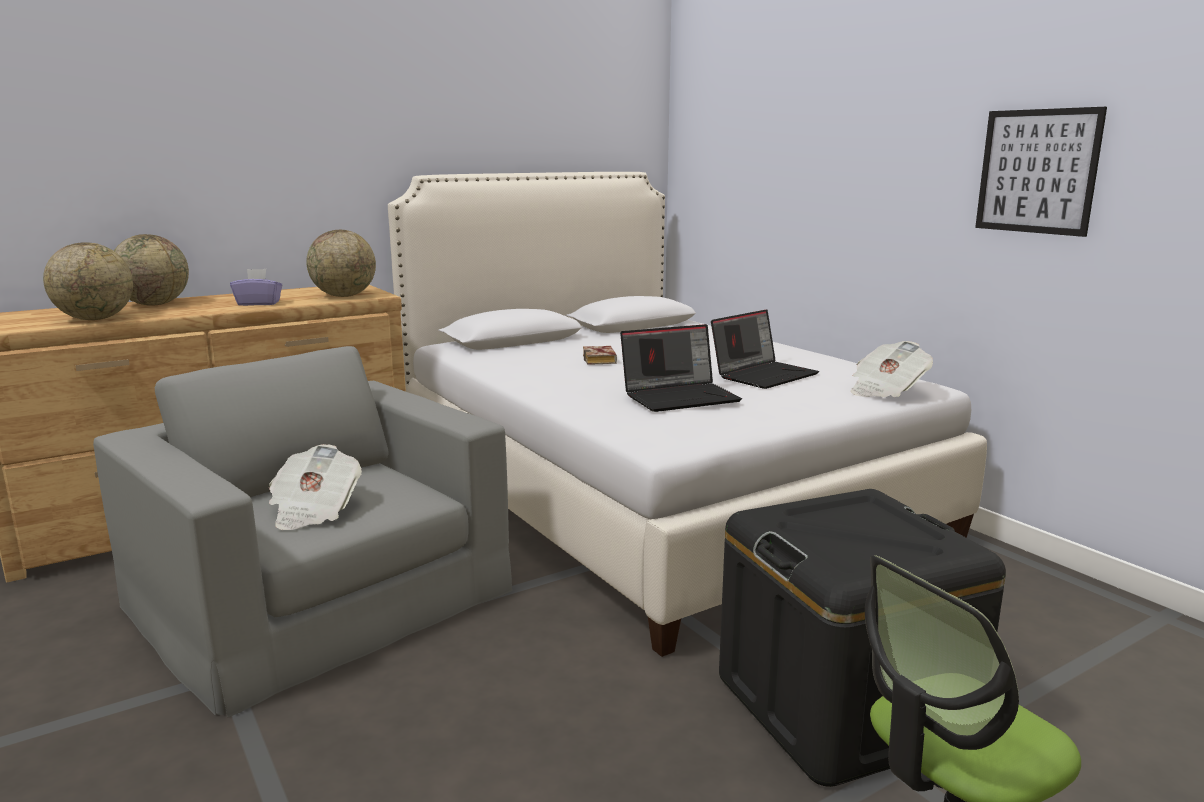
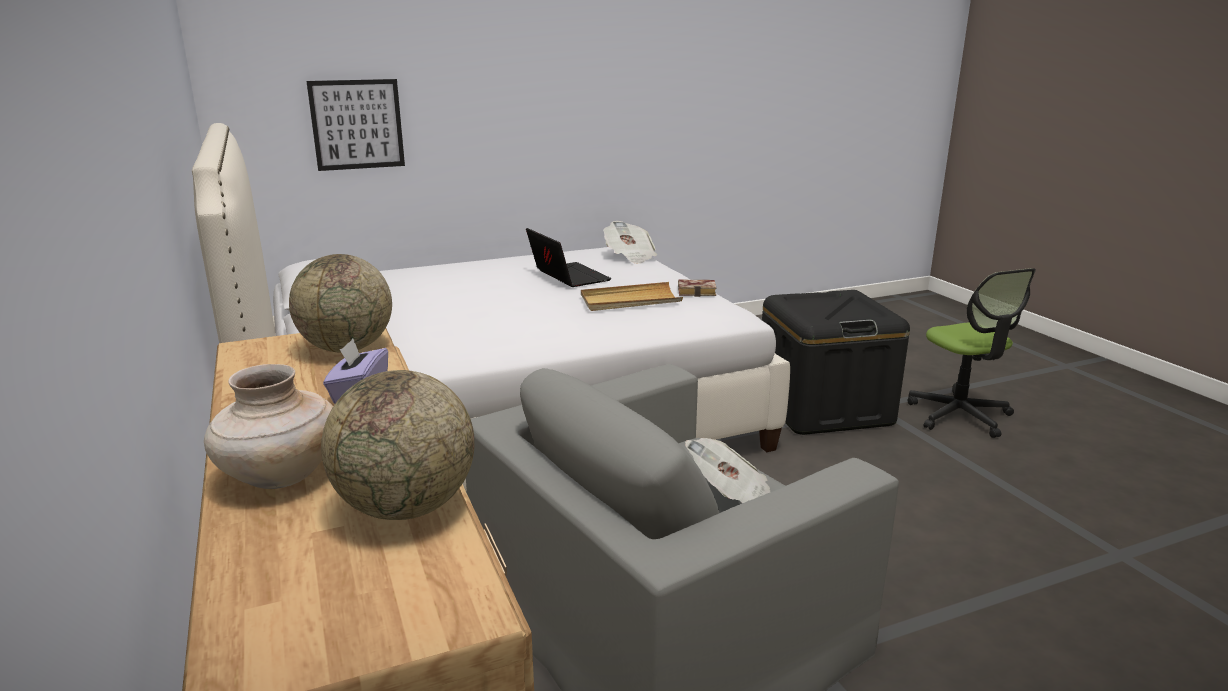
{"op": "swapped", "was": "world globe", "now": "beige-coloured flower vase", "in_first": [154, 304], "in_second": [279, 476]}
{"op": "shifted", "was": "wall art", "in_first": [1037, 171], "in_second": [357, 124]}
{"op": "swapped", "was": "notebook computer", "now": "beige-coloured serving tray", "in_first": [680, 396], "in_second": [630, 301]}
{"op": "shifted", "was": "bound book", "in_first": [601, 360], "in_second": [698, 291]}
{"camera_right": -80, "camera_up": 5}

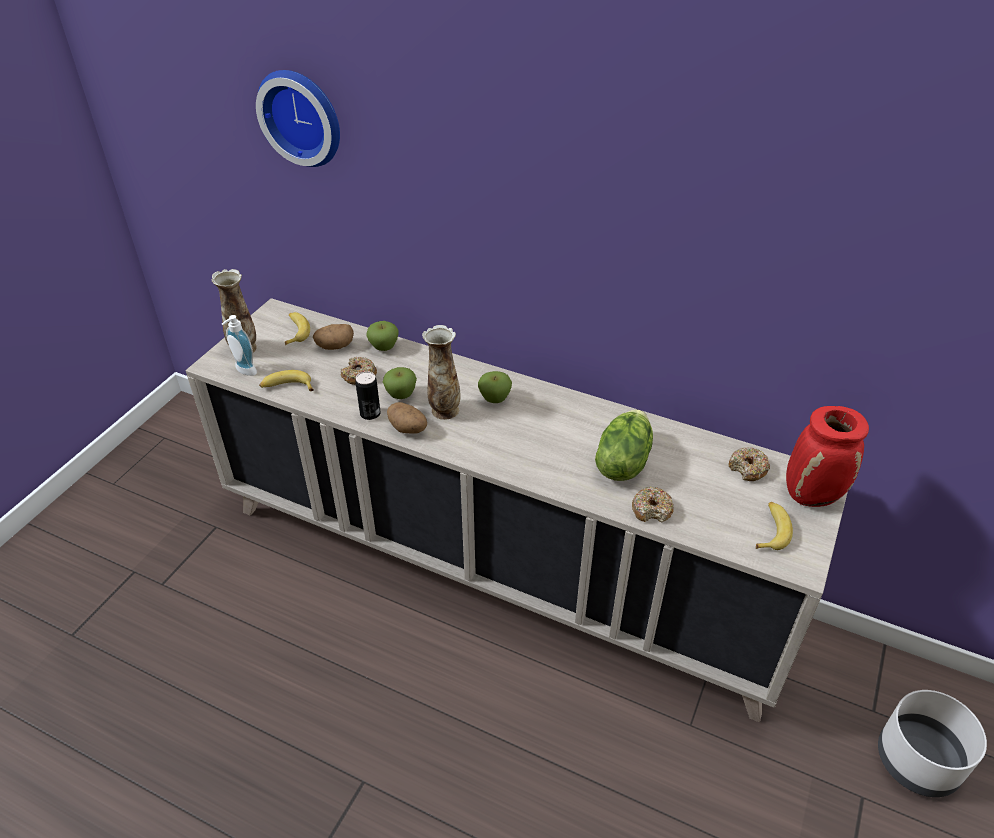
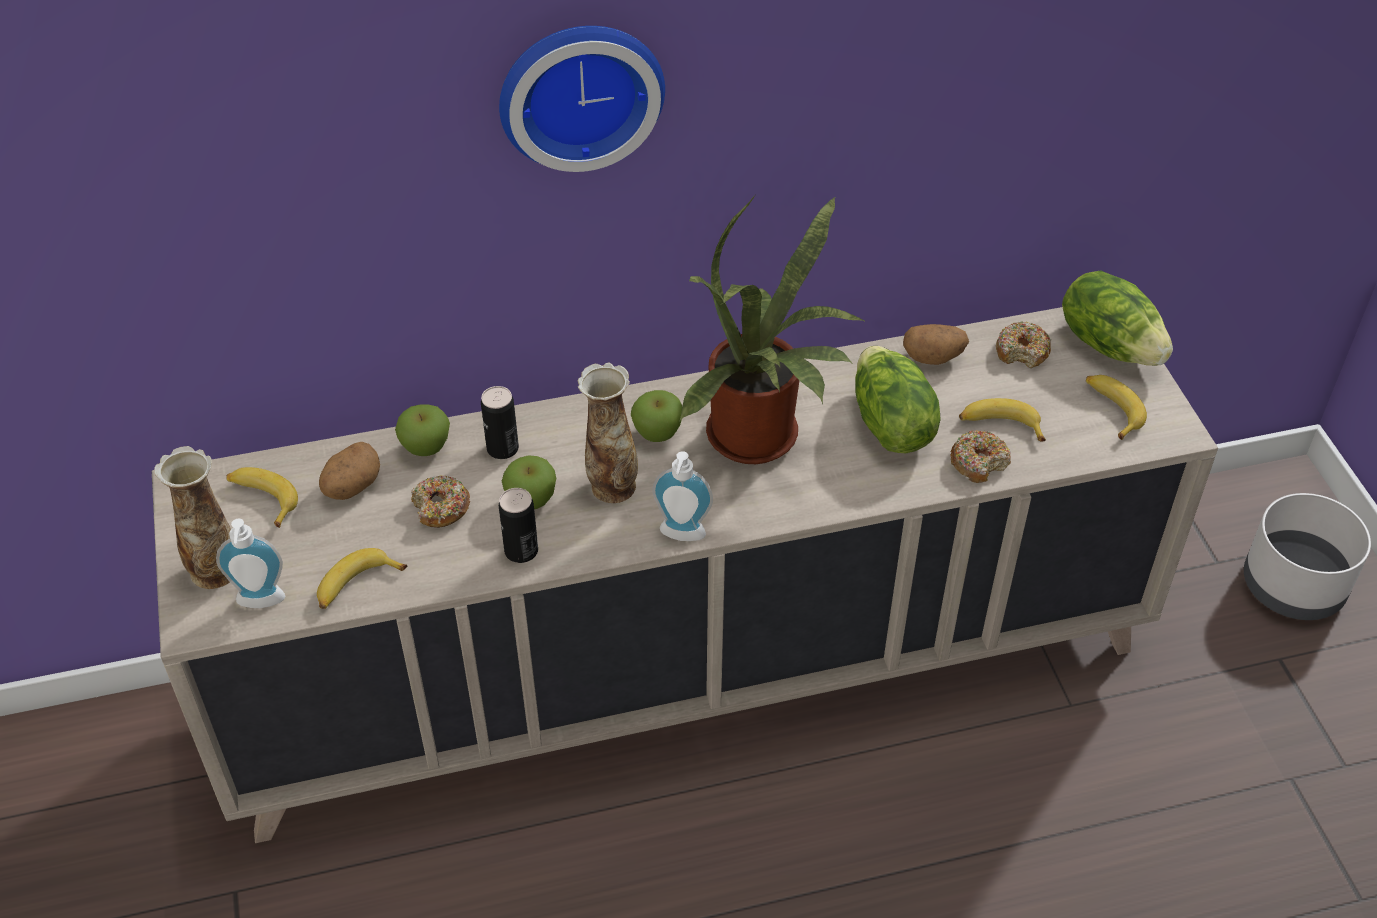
{"op": "new", "now": "sealed can", "in_second": [502, 448]}
{"op": "shifted", "was": "clock on the wall", "in_first": [303, 116], "in_second": [579, 91]}
{"op": "new", "now": "soap dispenser", "in_second": [681, 536]}
{"op": "new", "now": "potted plant", "in_second": [760, 440]}
{"op": "shifted", "was": "whole potato", "in_first": [408, 429], "in_second": [933, 357]}
{"op": "new", "now": "banana fruit", "in_second": [1000, 425]}
{"op": "swapped", "was": "red-coloured flower vase", "now": "head of lettuce", "in_first": [812, 495], "in_second": [1110, 344]}
{"camera_right": -40, "camera_up": 5}

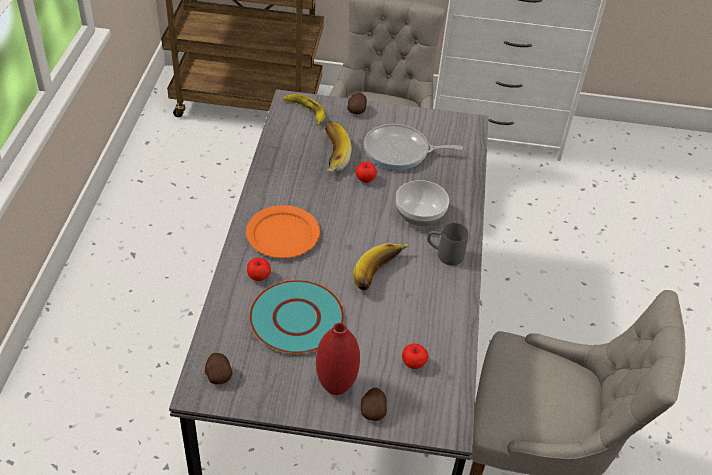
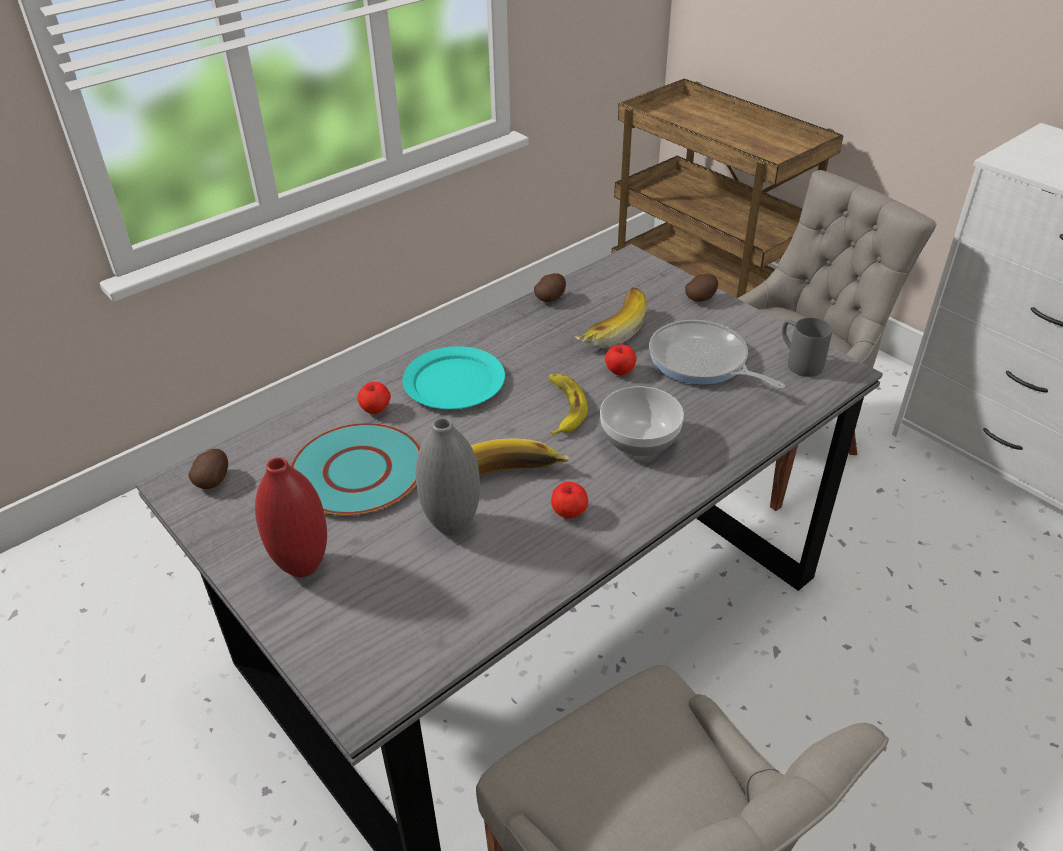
{"op": "repainted", "was": "orangey dinner plate", "now": "turquoise dinner plate", "in_first": [282, 235], "in_second": [453, 382]}
{"op": "new", "now": "gray flower vase", "in_second": [452, 525]}
{"op": "shifted", "was": "whole potato", "in_first": [373, 410], "in_second": [551, 298]}
{"op": "shifted", "was": "banana fruit", "in_first": [305, 111], "in_second": [563, 407]}
{"op": "shifted", "was": "apple fruit", "in_first": [413, 363], "in_second": [569, 512]}
{"op": "shifted", "was": "gray tea mug", "in_first": [444, 255], "in_second": [798, 362]}
{"camera_right": 45, "camera_up": -5}

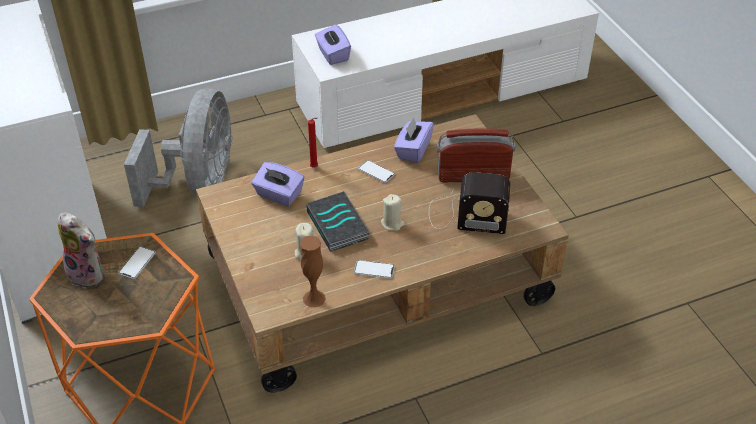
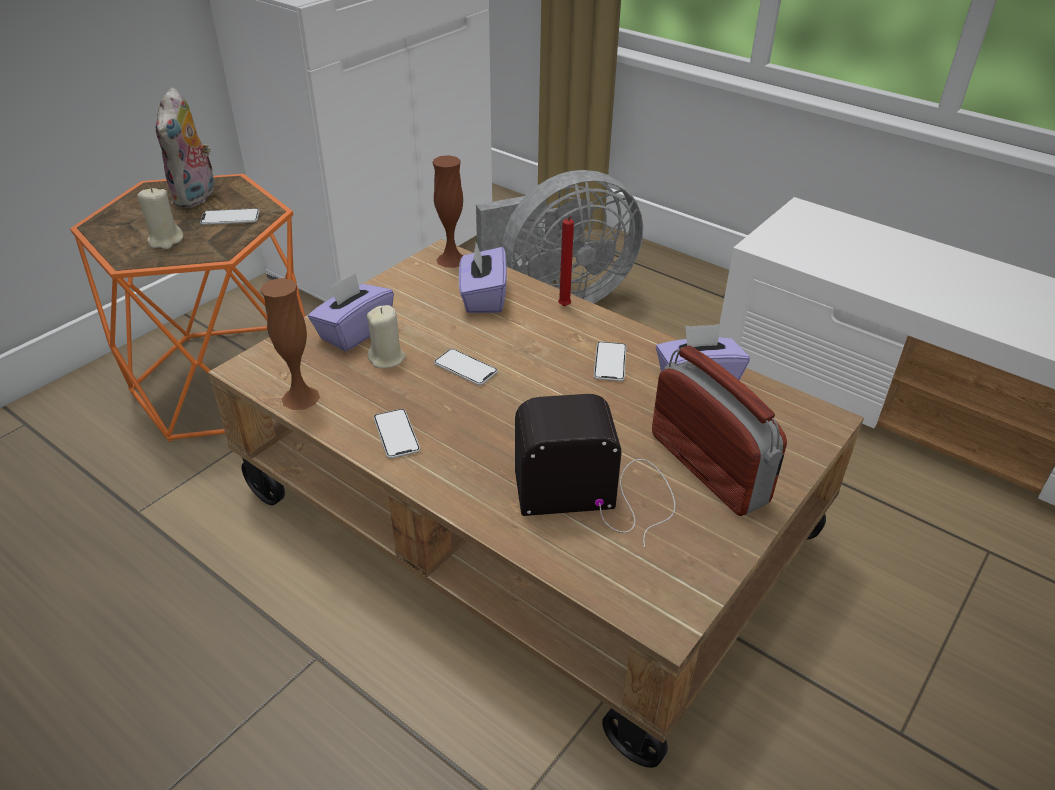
{"op": "shifted", "was": "beige-coloured candle", "in_first": [392, 223], "in_second": [165, 240]}
{"op": "shifted", "was": "purplish box of tissues", "in_first": [332, 55], "in_second": [354, 332]}
{"op": "new", "now": "brown-coloured flower vase", "in_second": [451, 260]}
{"op": "swapped", "was": "bound book", "now": "handset", "in_first": [339, 225], "in_second": [465, 368]}
{"op": "rotated", "was": "radio receiver", "in_first": [464, 216], "in_second": [599, 492], "clockwise": 105}
{"camera_right": 60, "camera_up": -5}

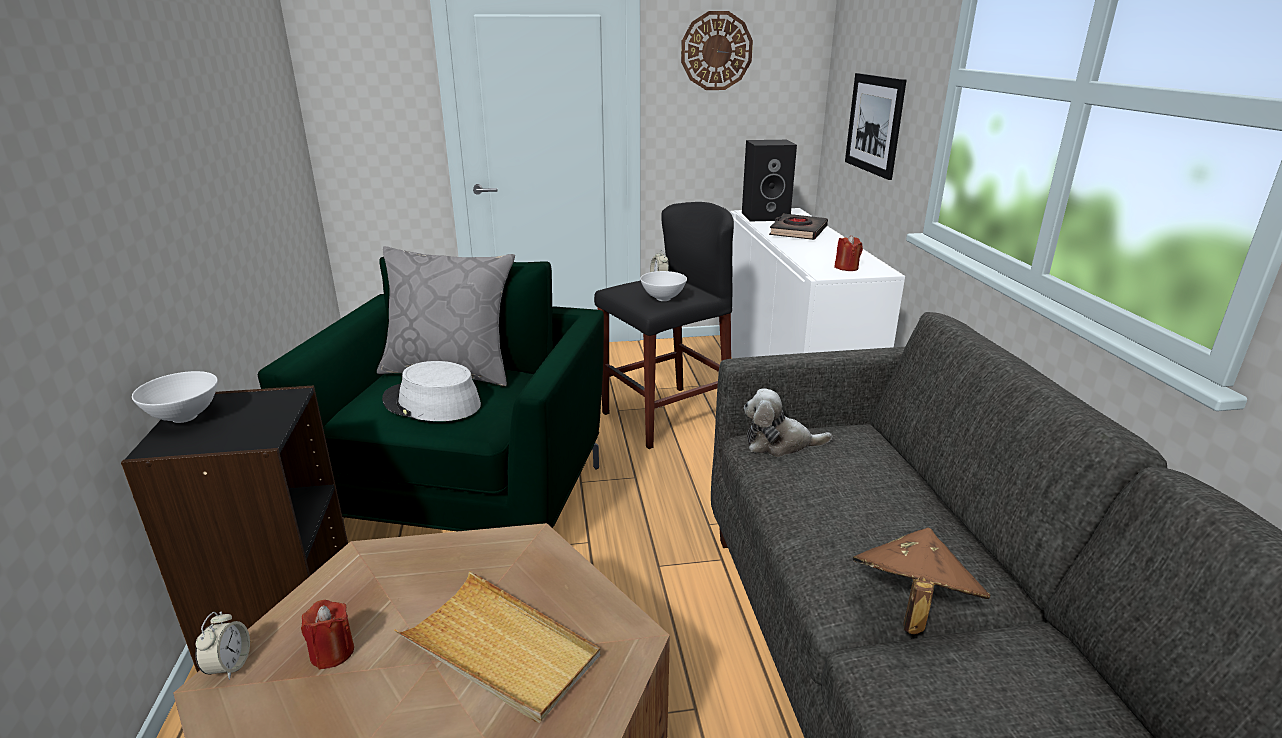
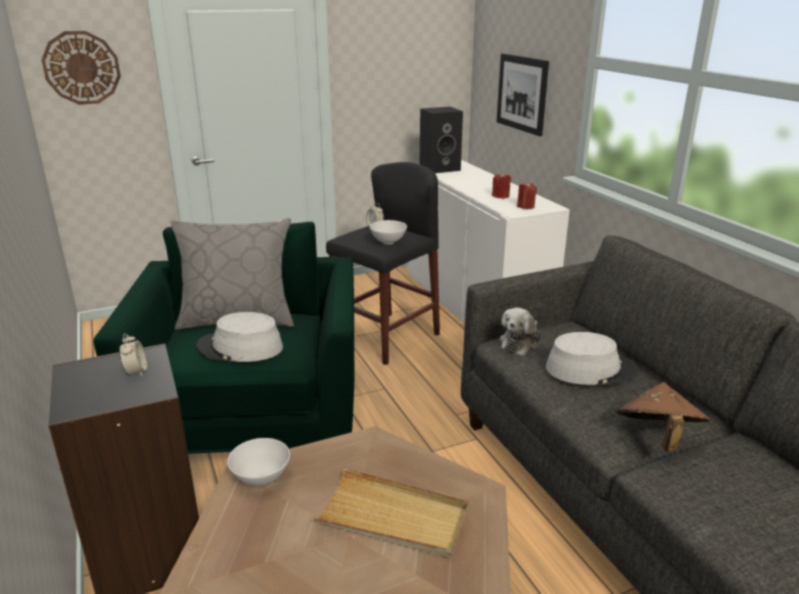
{"op": "shifted", "was": "clock on the wall", "in_first": [716, 51], "in_second": [82, 68]}
{"op": "shifted", "was": "bedside clock", "in_first": [229, 666], "in_second": [136, 372]}
{"op": "shifted", "was": "white bowl", "in_first": [185, 417], "in_second": [262, 479]}
{"op": "shifted", "was": "red-coloured candle", "in_first": [332, 652], "in_second": [500, 196]}
{"op": "rotated", "was": "plush toy", "in_first": [779, 444], "in_second": [520, 343], "clockwise": -45}
{"op": "new", "now": "gray wearable hat", "in_second": [590, 369]}
{"op": "gone", "was": "blackish bound book", "in_first": [797, 232]}
{"camera_right": -15, "camera_up": 0}

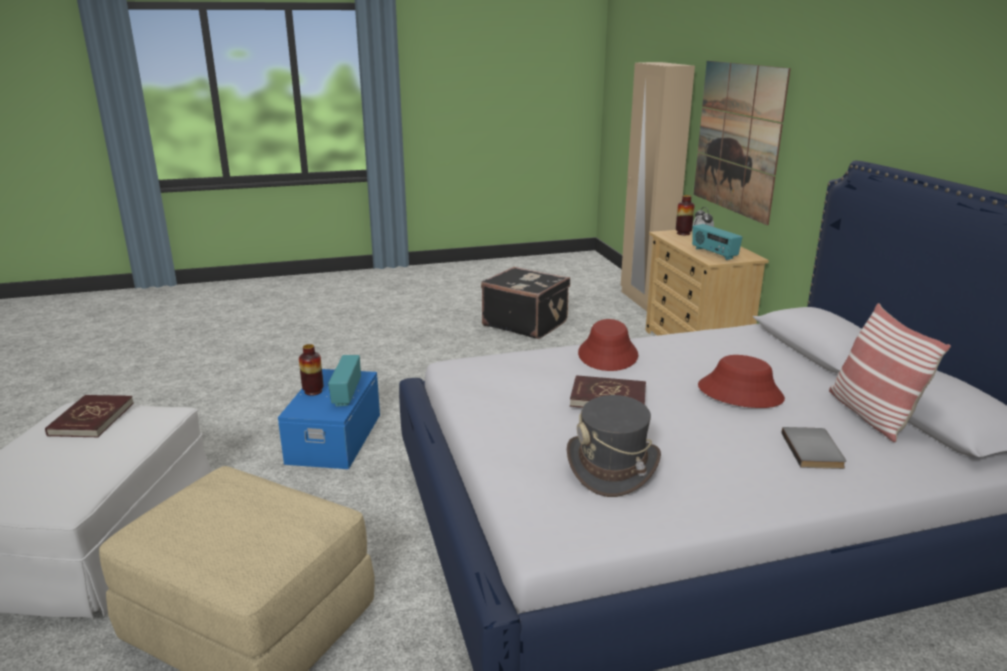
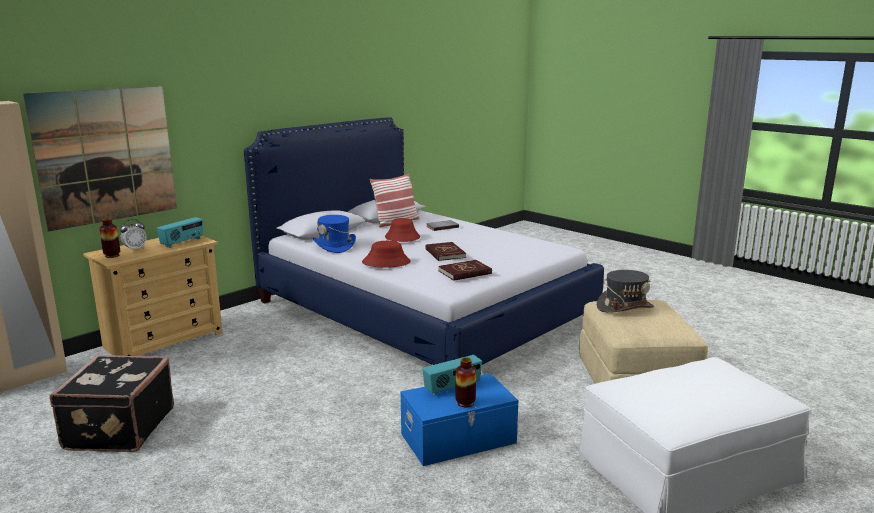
{"op": "new", "now": "bluish wearable hat", "in_second": [334, 246]}
{"op": "shifted", "was": "red-coloured bound book", "in_first": [91, 419], "in_second": [465, 272]}
{"op": "shifted", "was": "gray wearable hat", "in_first": [612, 467], "in_second": [625, 307]}
{"camera_right": -120, "camera_up": -5}

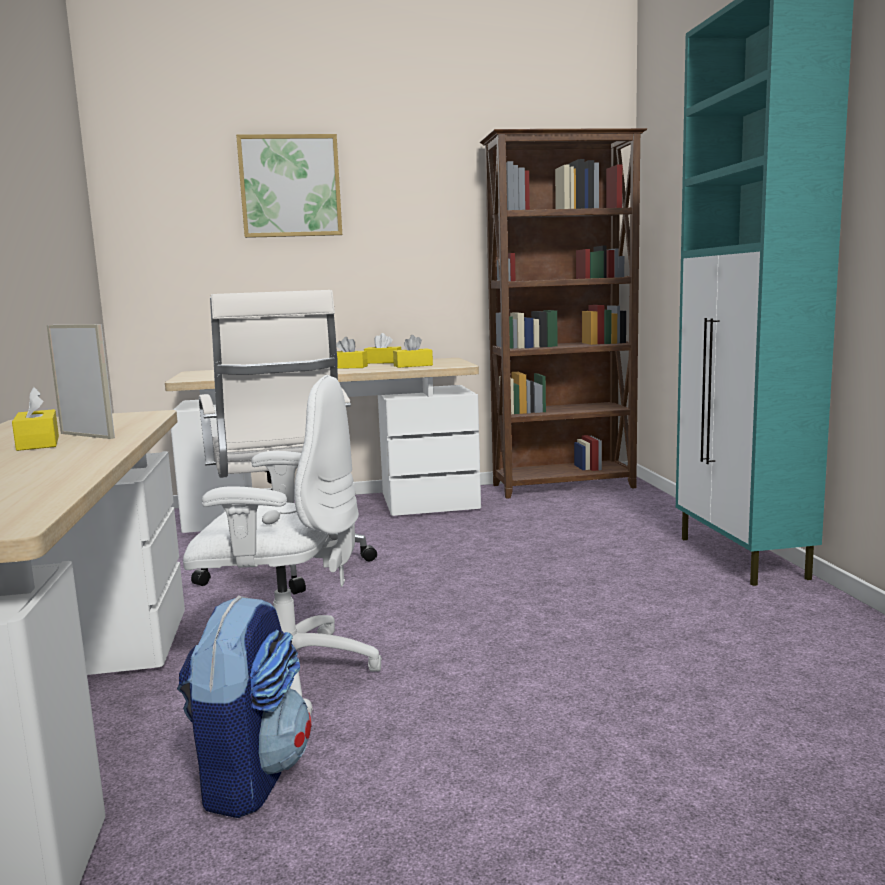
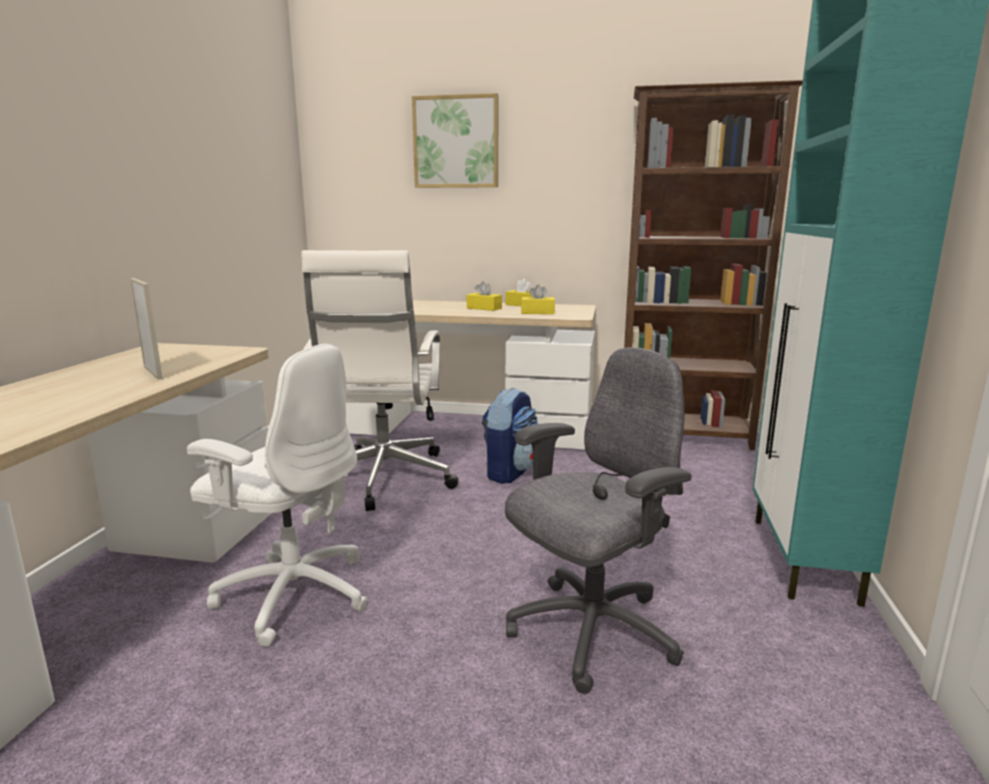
{"op": "shifted", "was": "rucksack", "in_first": [249, 776], "in_second": [509, 472]}
{"op": "new", "now": "gray desk chair", "in_second": [590, 633]}
{"op": "gone", "was": "yellow box of tissues", "in_first": [38, 443]}
{"camera_right": 20, "camera_up": 5}

